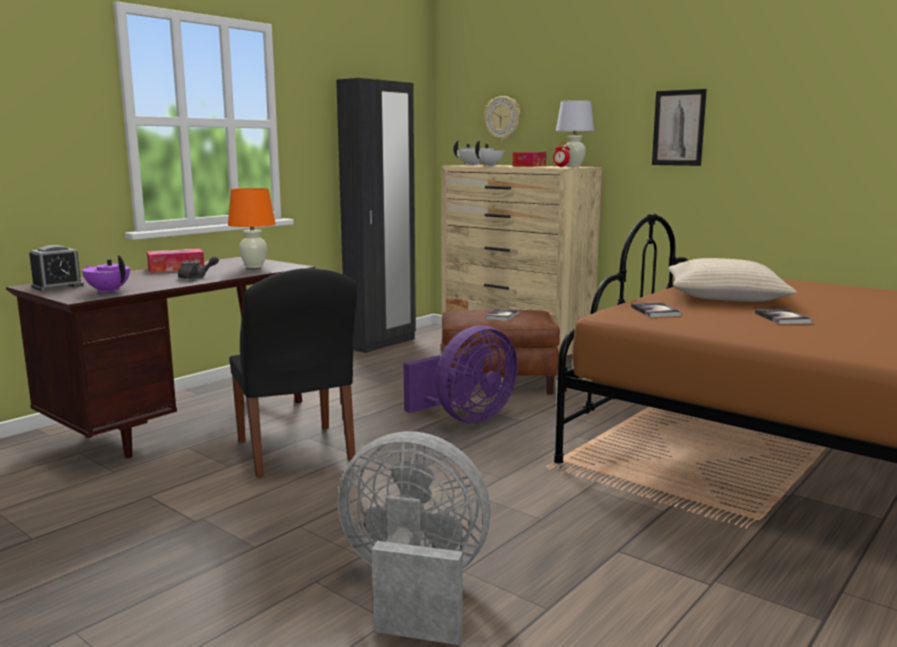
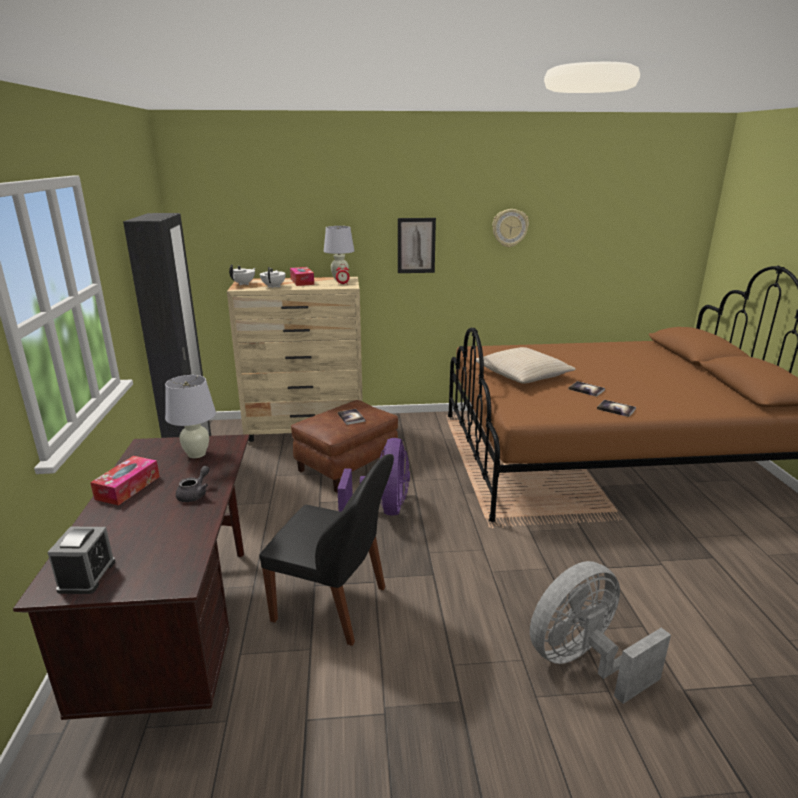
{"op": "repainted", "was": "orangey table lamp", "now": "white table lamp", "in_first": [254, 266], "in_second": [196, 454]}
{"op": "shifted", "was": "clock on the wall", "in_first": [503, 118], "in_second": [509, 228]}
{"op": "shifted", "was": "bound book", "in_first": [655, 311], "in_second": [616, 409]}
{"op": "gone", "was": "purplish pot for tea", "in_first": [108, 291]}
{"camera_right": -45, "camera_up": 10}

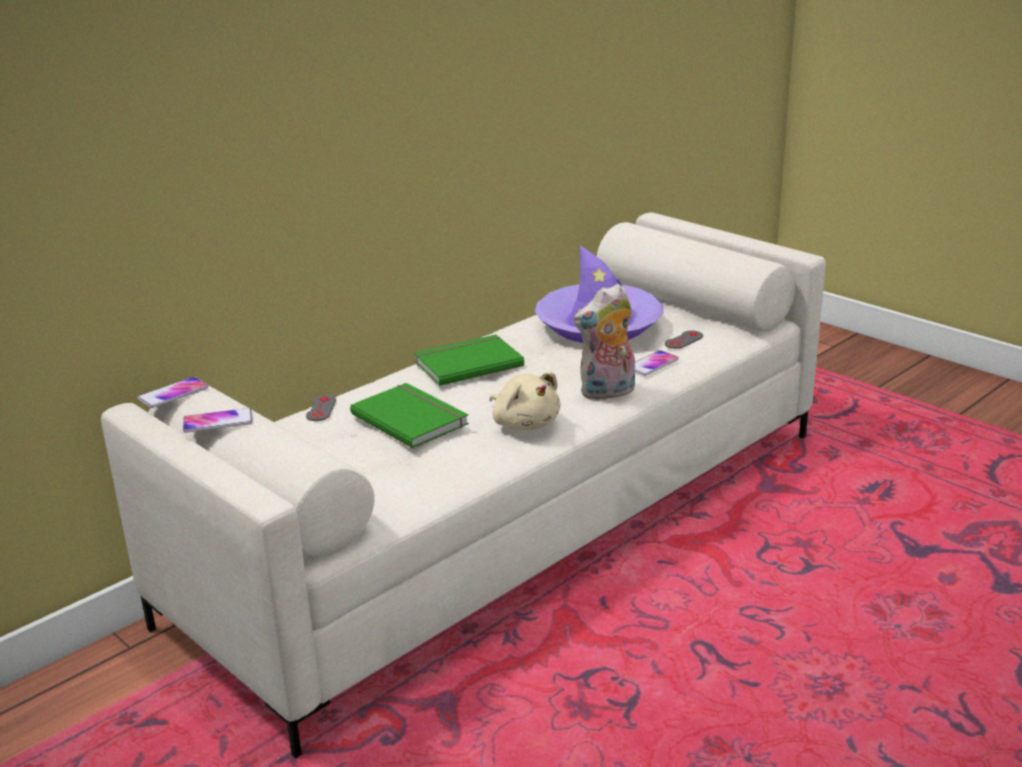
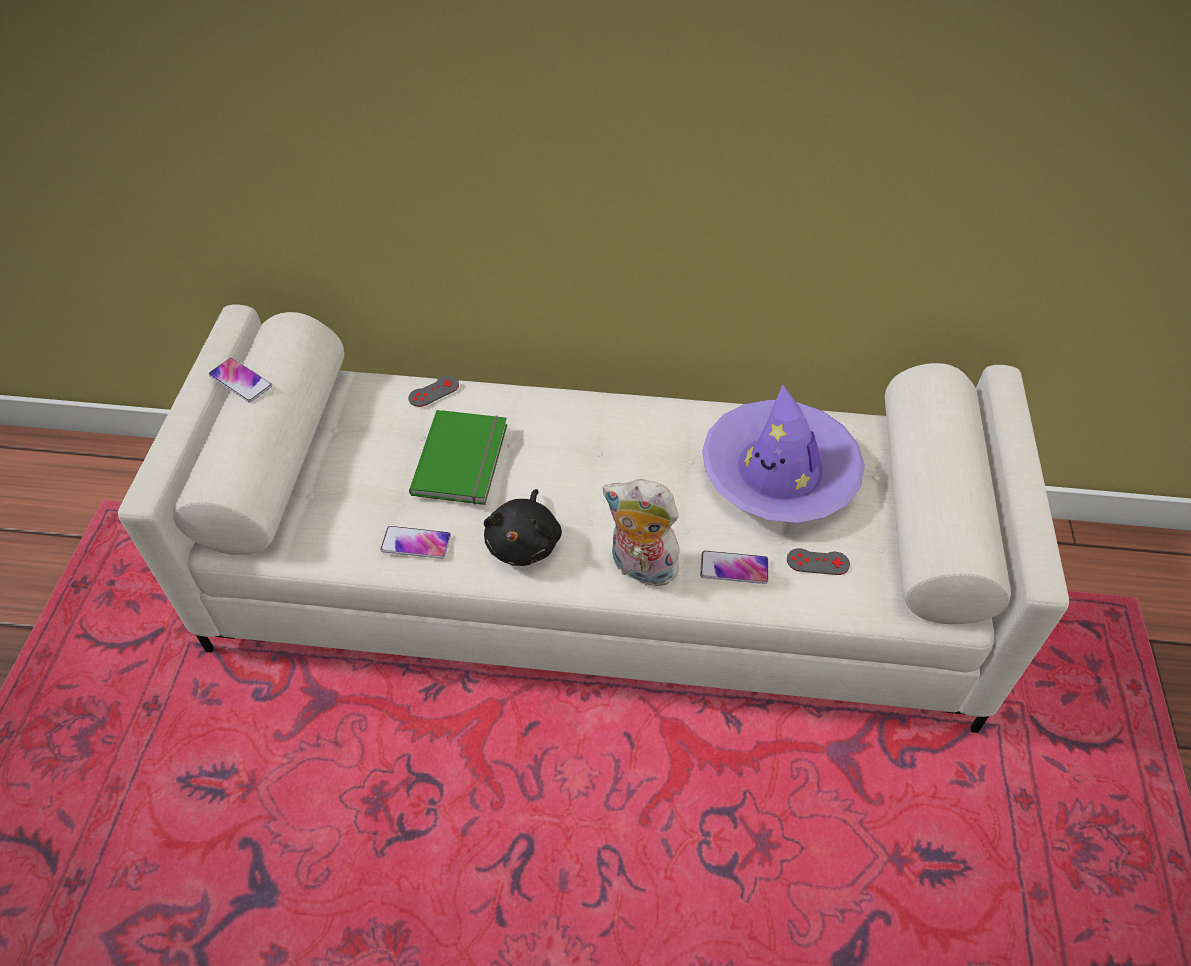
{"op": "shifted", "was": "handset", "in_first": [173, 394], "in_second": [416, 543]}
{"op": "repainted", "was": "beige-coloured plush toy", "now": "blackish plush toy", "in_first": [524, 423], "in_second": [525, 542]}
{"op": "gone", "was": "greenish bound book", "in_first": [467, 363]}
{"camera_right": 50, "camera_up": 25}

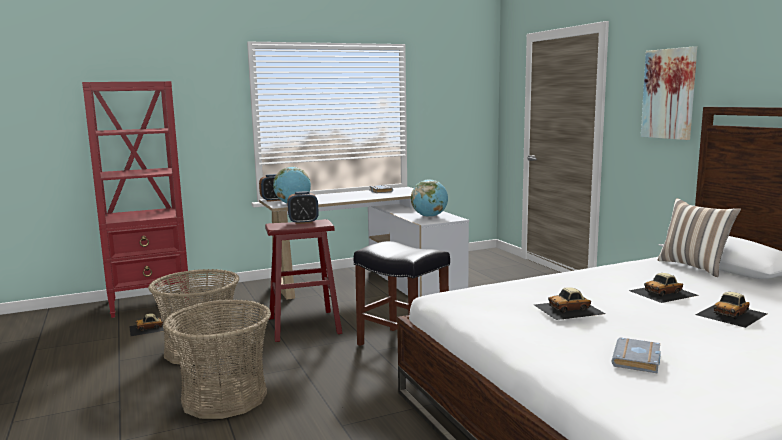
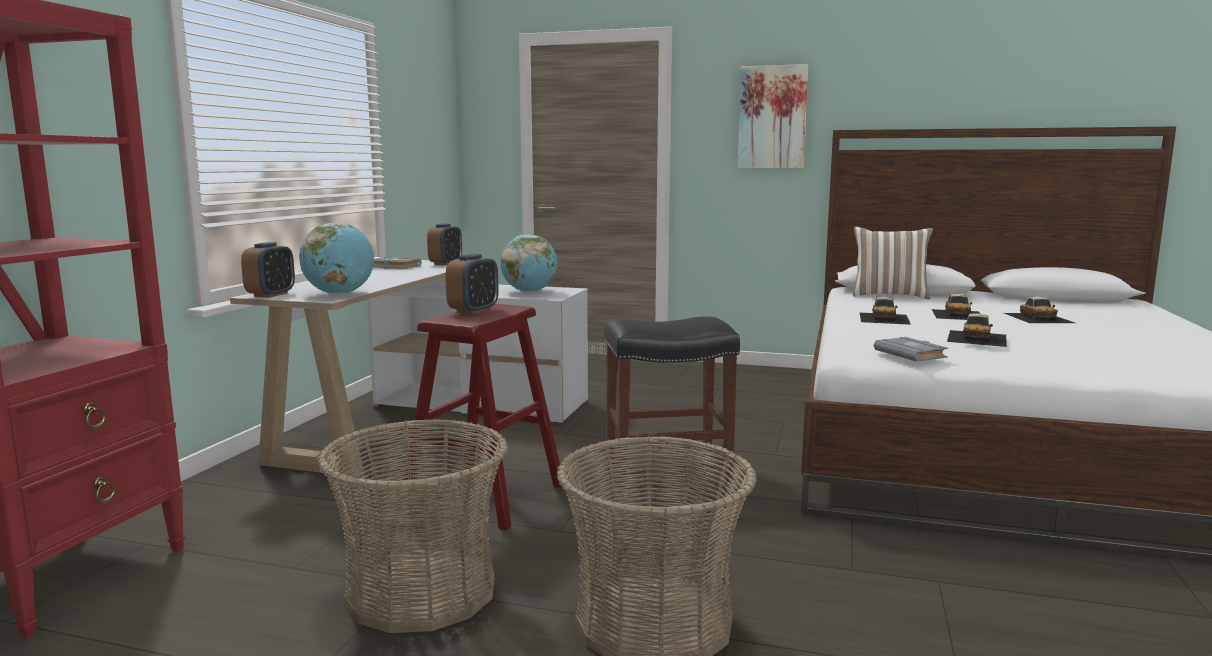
{"op": "new", "now": "bedside clock", "in_second": [446, 263]}
{"op": "shifted", "was": "miniature car", "in_first": [149, 328], "in_second": [884, 318]}
{"op": "shifted", "was": "gray bound book", "in_first": [638, 360], "in_second": [912, 354]}
{"camera_right": -50, "camera_up": 0}

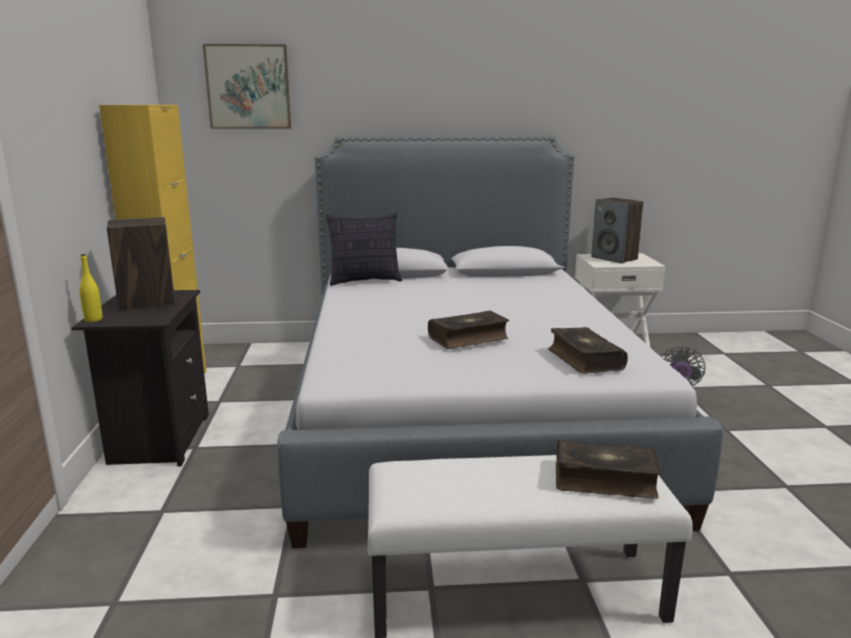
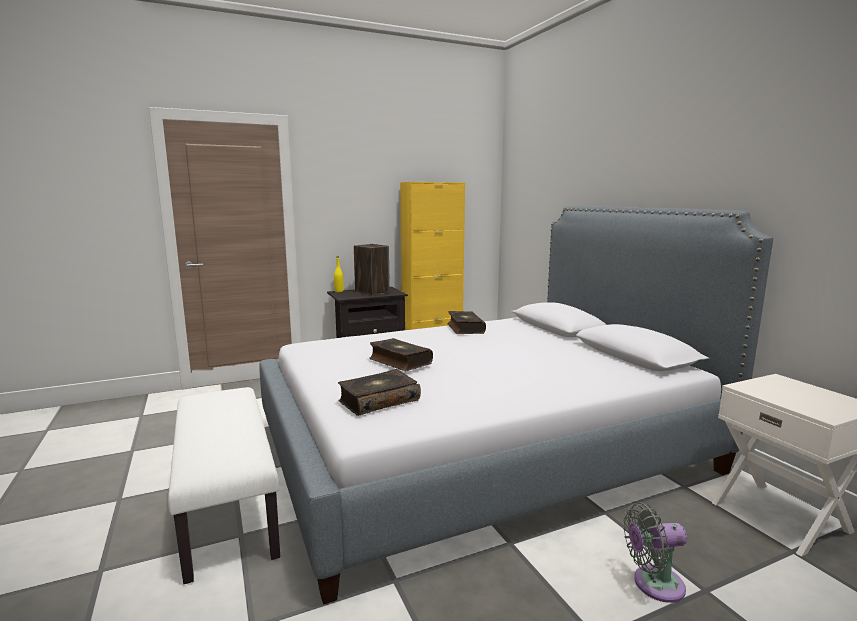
{"op": "shifted", "was": "bound book", "in_first": [604, 480], "in_second": [465, 328]}
{"op": "gone", "was": "wall art", "in_first": [248, 87]}
{"op": "gone", "was": "cushion", "in_first": [365, 281]}
{"op": "gone", "was": "speaker", "in_first": [615, 258]}
{"camera_right": 70, "camera_up": -5}

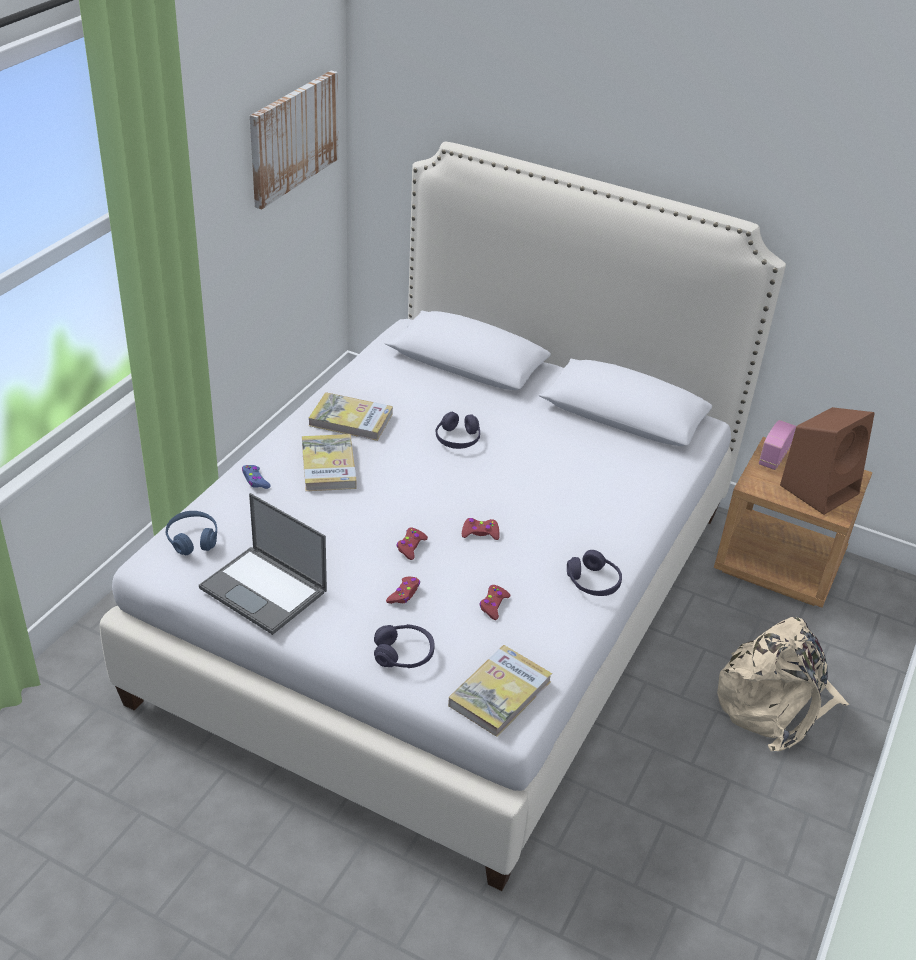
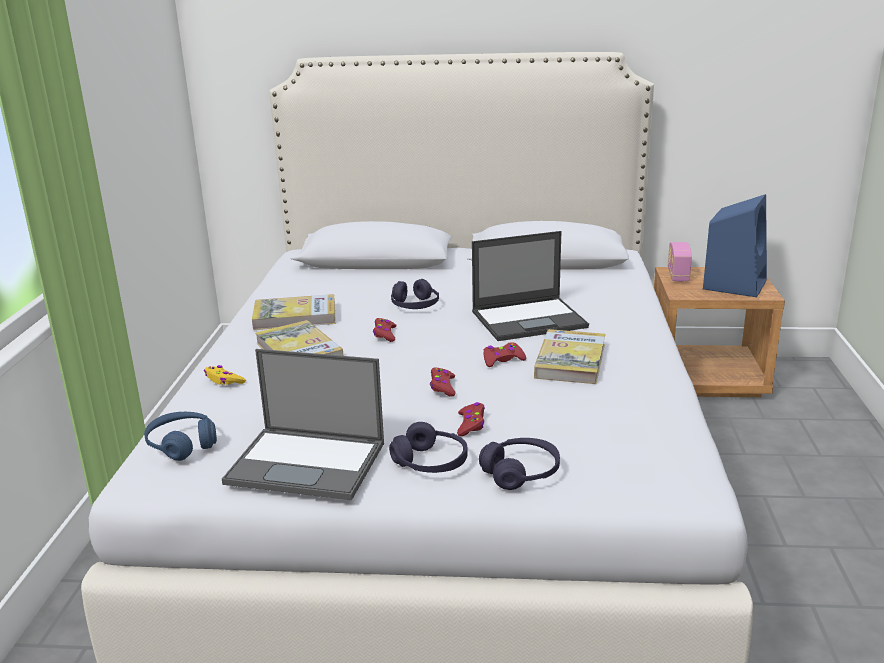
{"op": "repainted", "was": "bluish joypad", "now": "yellow joypad", "in_first": [255, 480], "in_second": [224, 381]}
{"op": "shifted", "was": "red-coloured joypad", "in_first": [493, 605], "in_second": [385, 334]}
{"op": "shifted", "was": "purplish headset", "in_first": [593, 582], "in_second": [430, 462]}
{"op": "new", "now": "notebook computer", "in_second": [530, 319]}
{"op": "shifted", "was": "bound book", "in_first": [500, 693], "in_second": [570, 361]}
{"op": "repainted", "was": "brown-coloured speaker", "now": "bluish speaker", "in_first": [820, 488], "in_second": [734, 284]}
{"op": "gone", "was": "wall art", "in_first": [293, 137]}
{"op": "gone", "was": "beige-coloured rucksack", "in_first": [774, 704]}
{"camera_right": -20, "camera_up": -15}

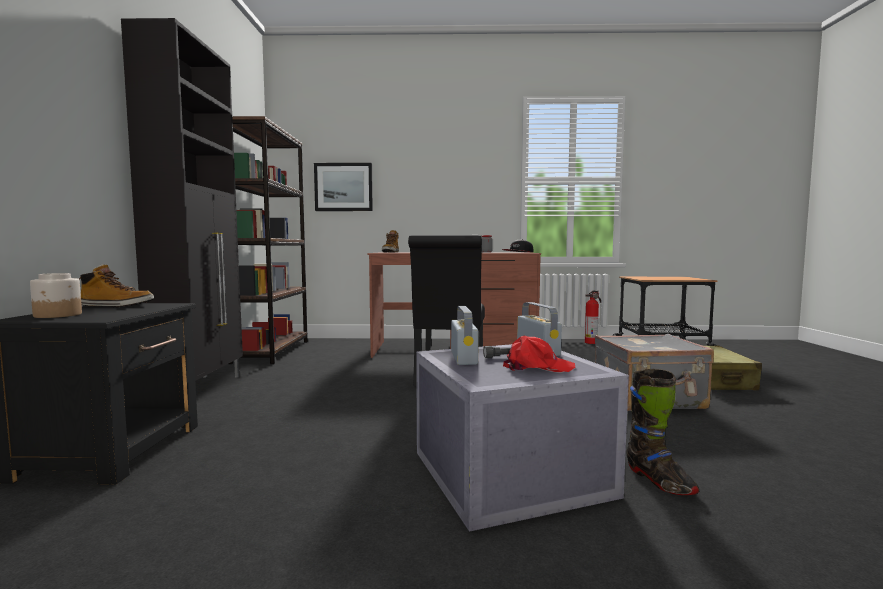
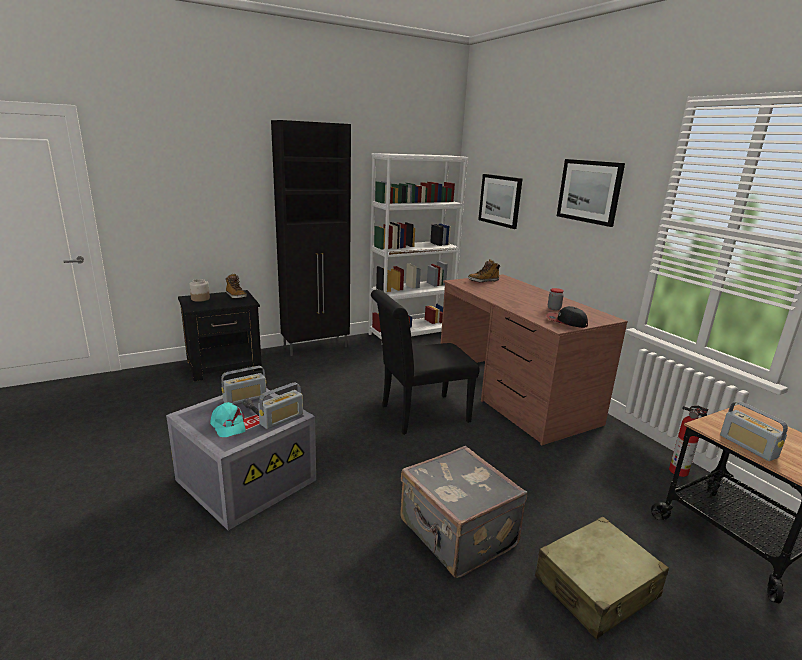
{"op": "repainted", "was": "red-coloured cap", "now": "turquoise cap", "in_first": [537, 367], "in_second": [228, 425]}
{"op": "repainted", "was": "brown-coloured shelving unit", "now": "white shelving unit", "in_first": [272, 351], "in_second": [411, 334]}
{"op": "new", "now": "wall art", "in_second": [589, 191]}
{"op": "new", "now": "radio receiver", "in_second": [748, 446]}
{"op": "gone", "was": "blackish tall boot", "in_first": [659, 481]}
{"camera_right": 60, "camera_up": 15}

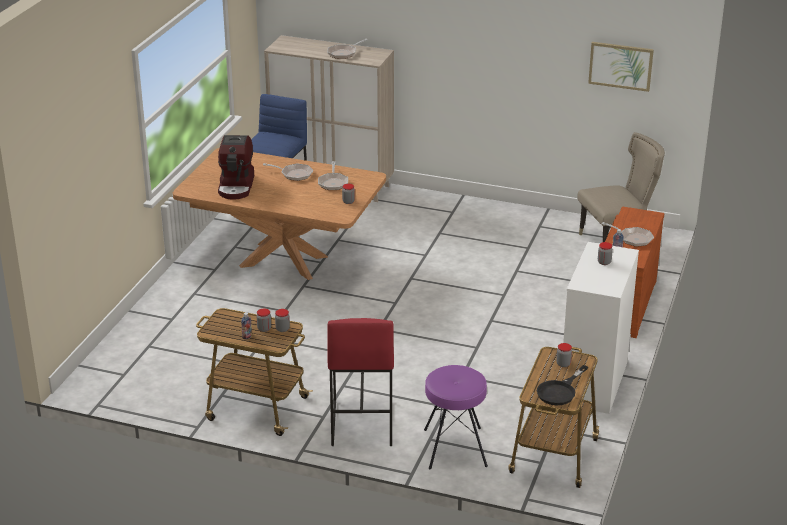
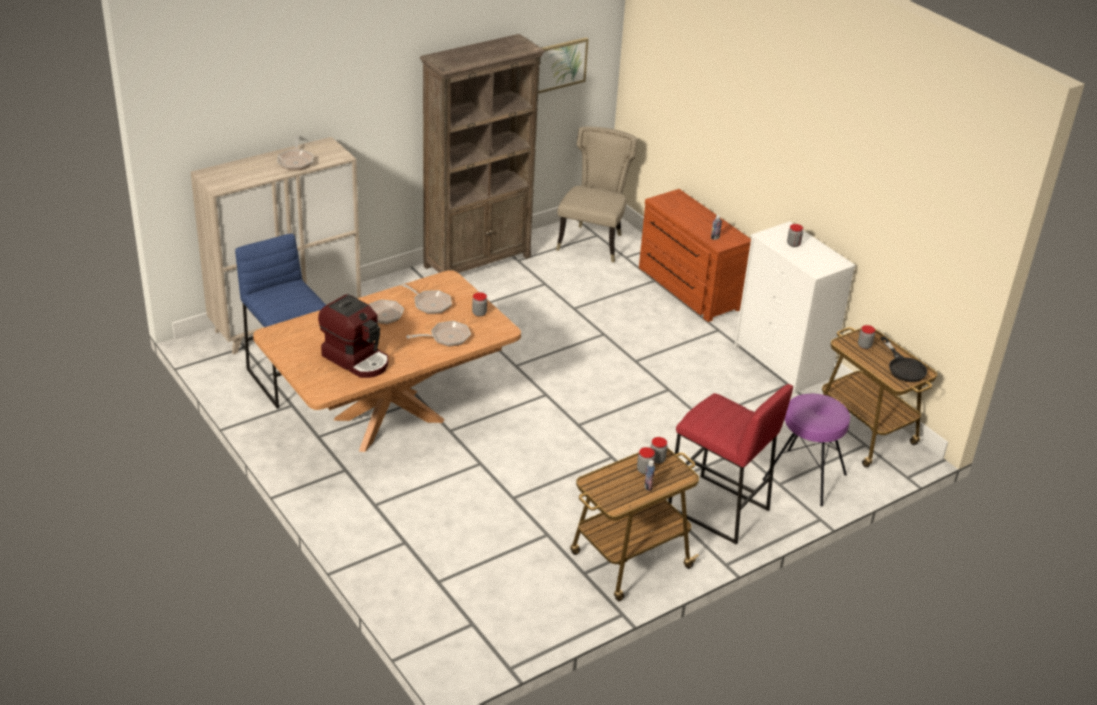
{"op": "shifted", "was": "pan", "in_first": [633, 238], "in_second": [446, 337]}
{"op": "new", "now": "brown-coloured shelving unit", "in_second": [478, 261]}
{"camera_right": -55, "camera_up": 5}

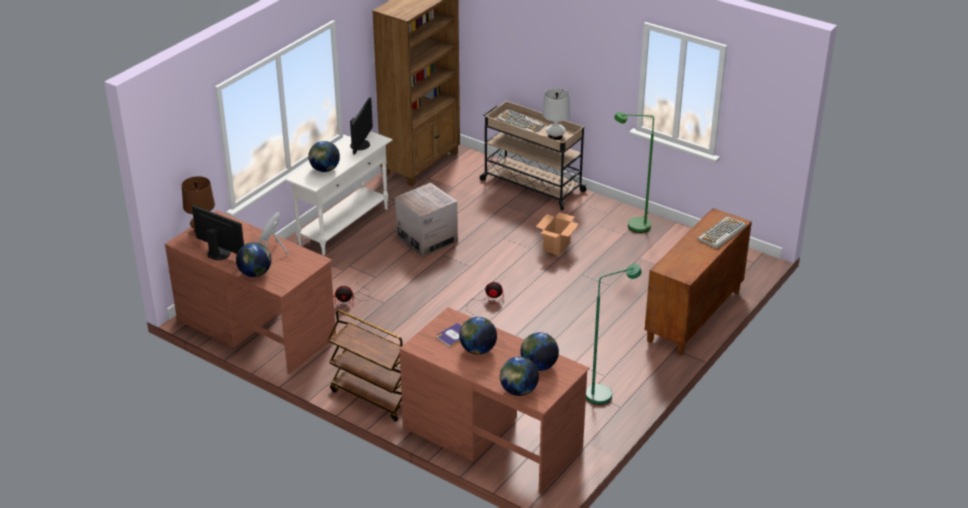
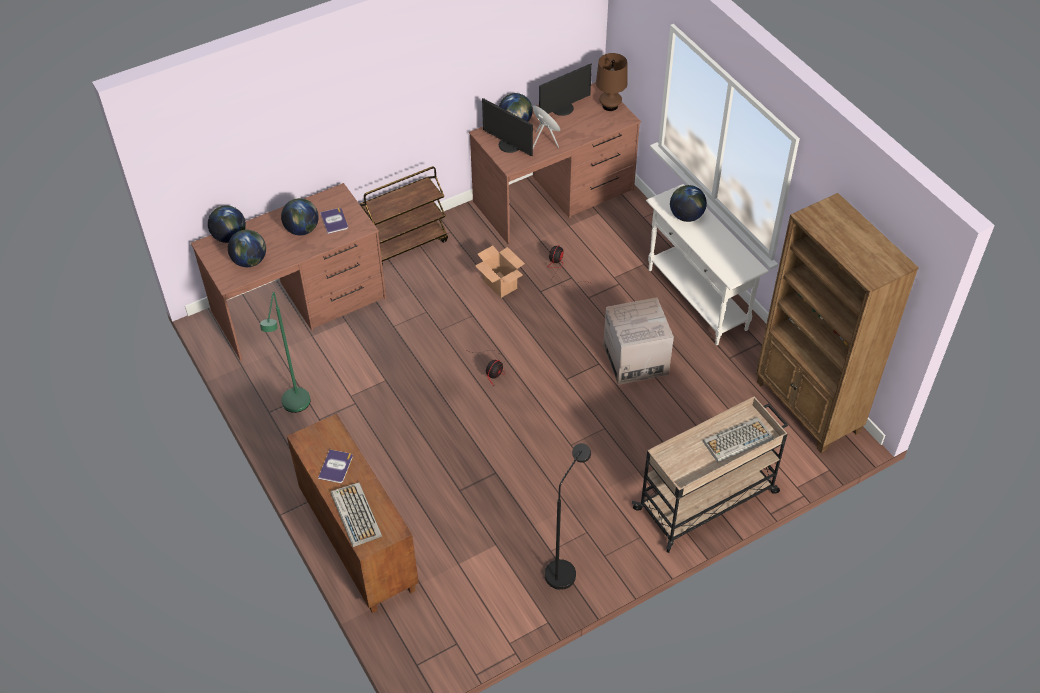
{"op": "new", "now": "bound book", "in_second": [336, 467]}
{"op": "shifted", "was": "carton", "in_first": [556, 246], "in_second": [500, 285]}
{"op": "shifted", "was": "computer screen", "in_first": [361, 145], "in_second": [509, 145]}
{"op": "repainted", "was": "greenish floor lamp", "now": "blackish floor lamp", "in_first": [632, 226], "in_second": [564, 568]}
{"op": "gone", "was": "white table lamp", "in_first": [555, 136]}
{"camera_right": 115, "camera_up": 15}

